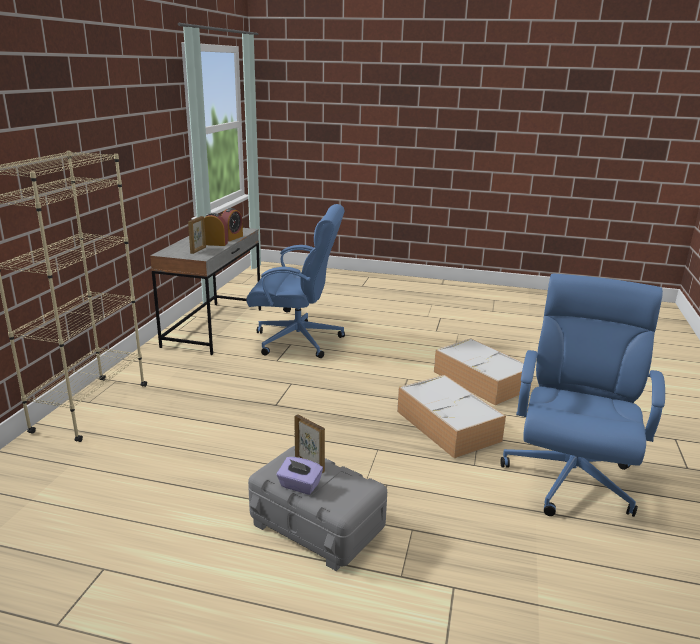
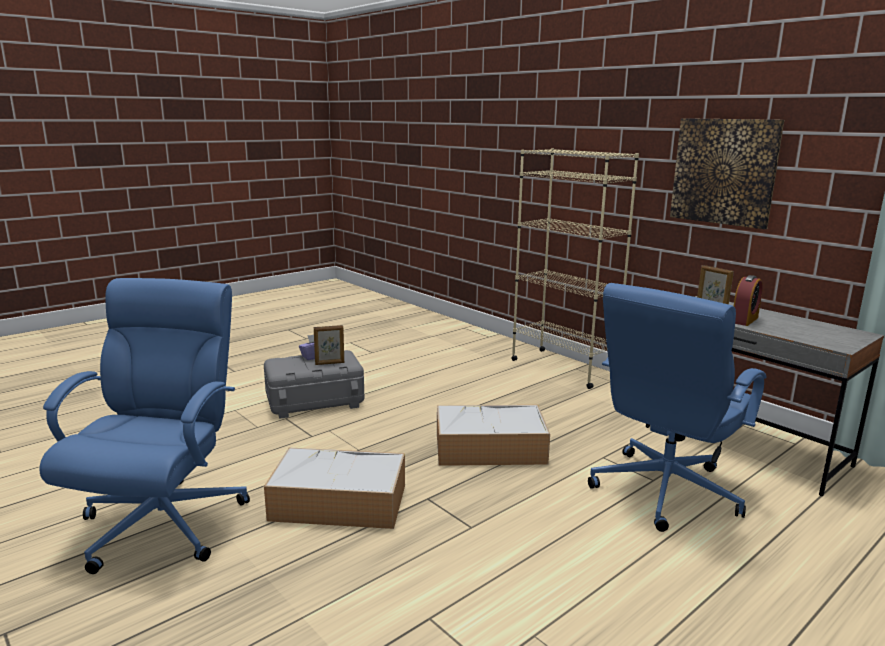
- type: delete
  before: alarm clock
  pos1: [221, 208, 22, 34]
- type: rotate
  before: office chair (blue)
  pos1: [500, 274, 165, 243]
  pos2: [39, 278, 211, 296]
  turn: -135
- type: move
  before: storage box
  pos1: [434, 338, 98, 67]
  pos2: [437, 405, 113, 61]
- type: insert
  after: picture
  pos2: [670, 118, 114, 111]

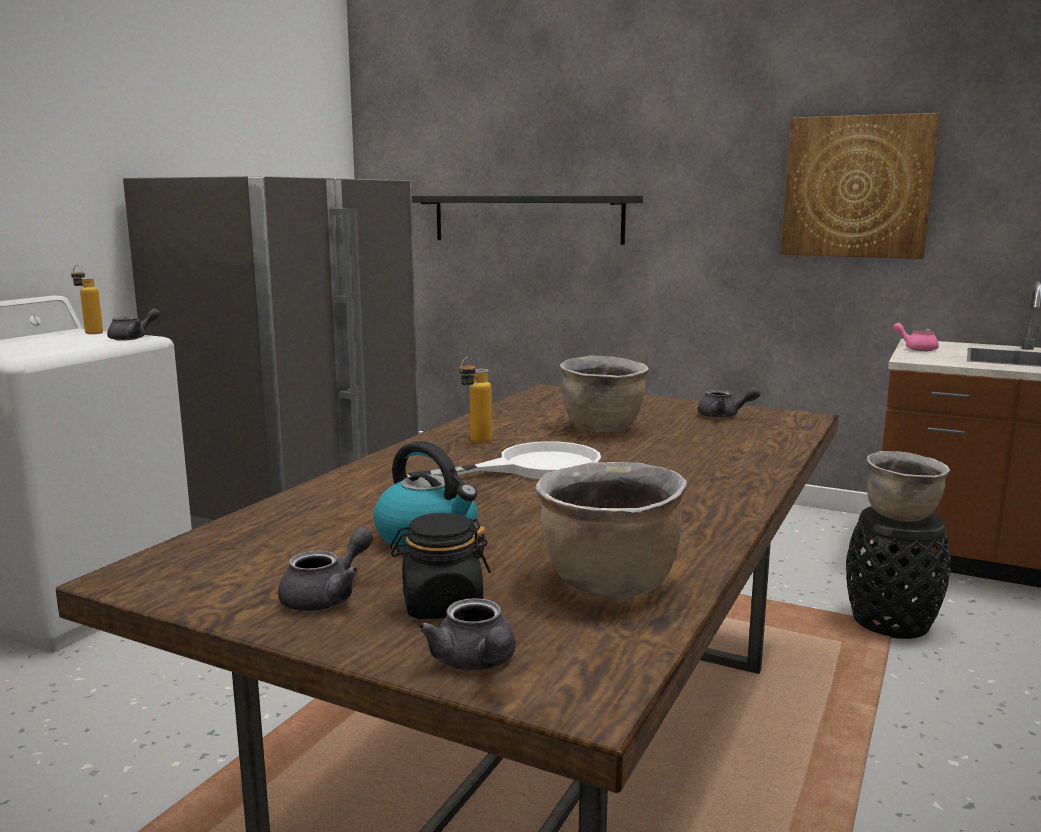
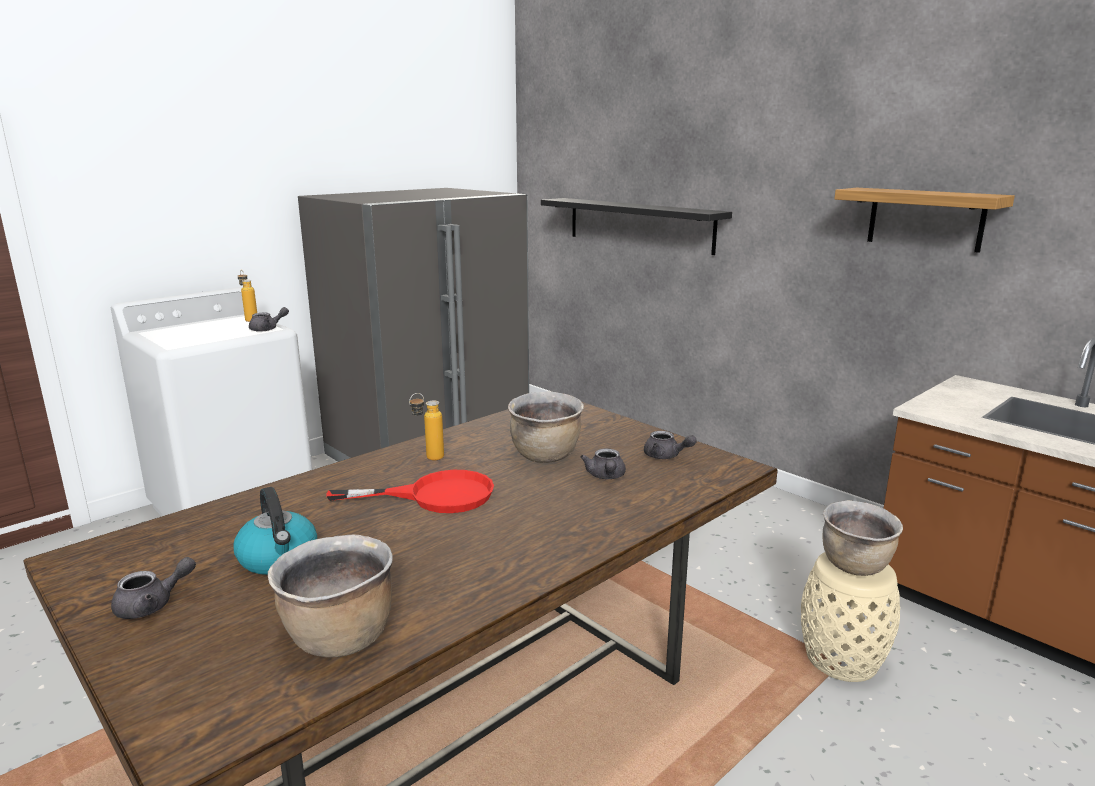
- type: replace
  before: picture
  after: shelf
  pos1: [780, 113, 160, 146]
  pos2: [834, 188, 181, 65]
- type: delete
  before: teapot (pink)
  pos1: [893, 323, 46, 28]
- type: recolor
  before: frying pan (white)
  after: frying pan (red)
  pos1: [407, 441, 194, 38]
  pos2: [326, 470, 168, 43]
- type: recolor
  before: stool (black)
  after: stool (beige)
  pos1: [846, 506, 105, 133]
  pos2: [801, 552, 99, 130]
- type: delete
  before: jar (black)
  pos1: [390, 513, 101, 106]
- type: move
  before: teapot (grey)
  pos1: [418, 598, 98, 73]
  pos2: [580, 448, 46, 31]

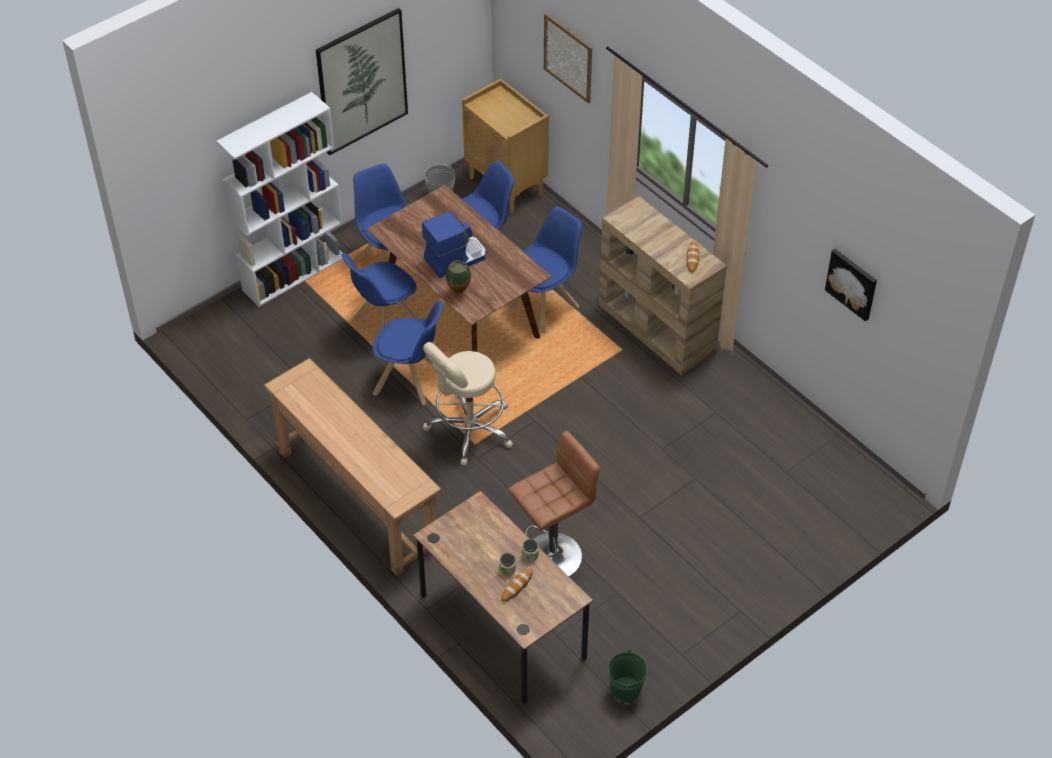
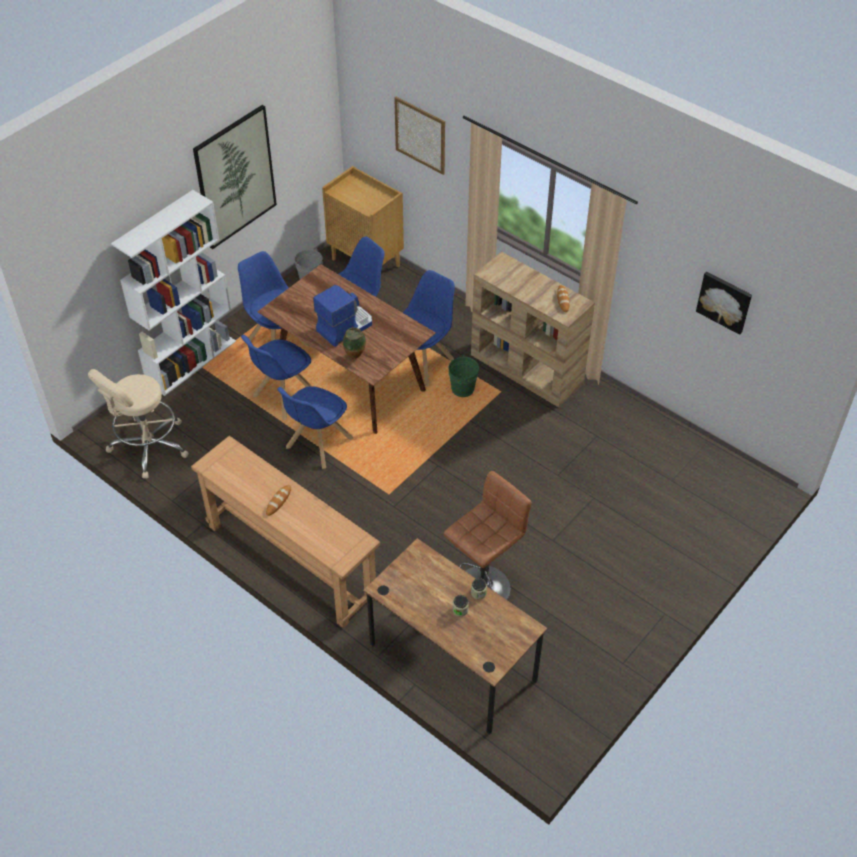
- type: rotate
  before: chair (blue)
  pos1: [373, 300, 70, 105]
  pos2: [277, 386, 76, 83]
  turn: 120
- type: move
  before: stool (beige)
  pos1: [423, 342, 90, 124]
  pos2: [88, 369, 101, 110]
- type: move
  before: bread
  pos1: [501, 569, 32, 33]
  pos2: [266, 485, 25, 31]
- type: move
  before: bucket (green)
  pos1: [608, 649, 40, 54]
  pos2: [448, 355, 31, 42]

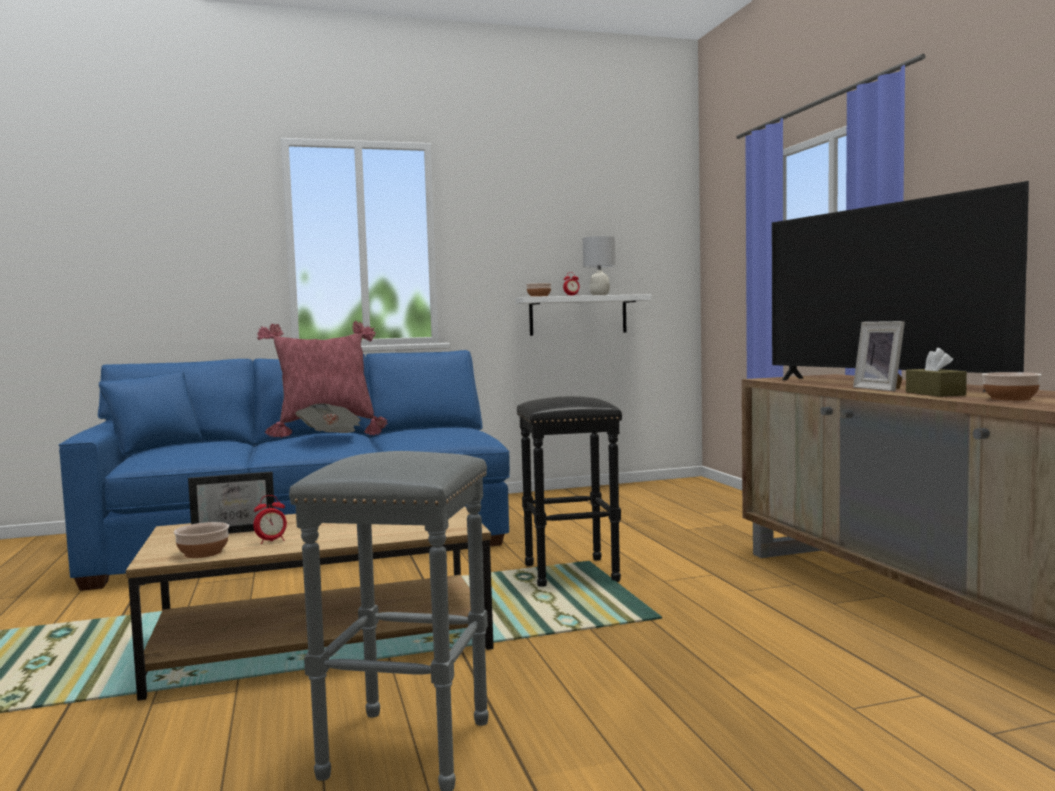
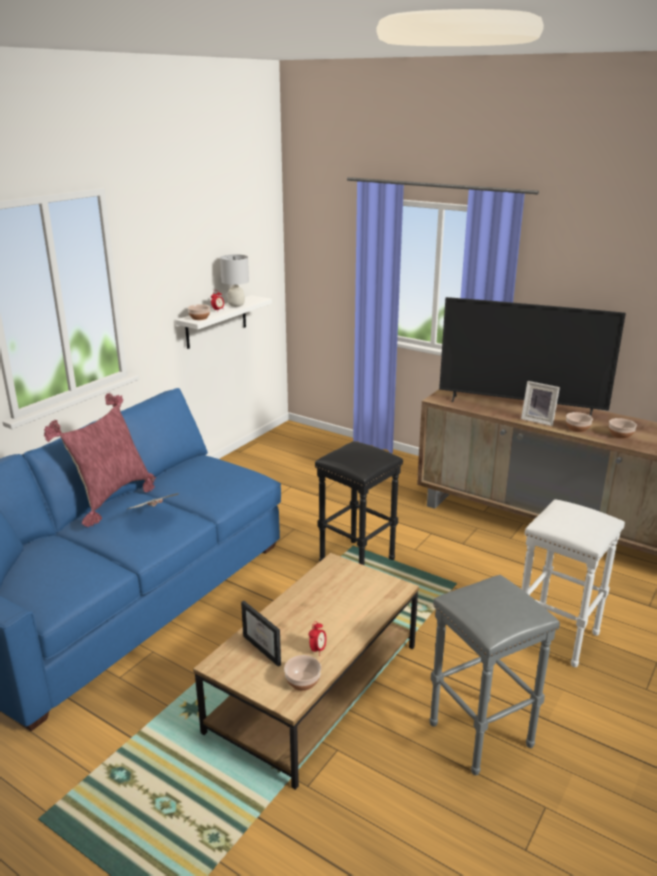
- type: replace
  before: tissue box (brown)
  after: bowl
  pos1: [906, 348, 61, 49]
  pos2: [566, 412, 27, 20]
- type: rotate
  before: picture frame
  pos1: [188, 471, 87, 63]
  pos2: [241, 601, 40, 66]
  turn: 105
- type: insert
  after: stool (white)
  pos2: [522, 499, 103, 168]

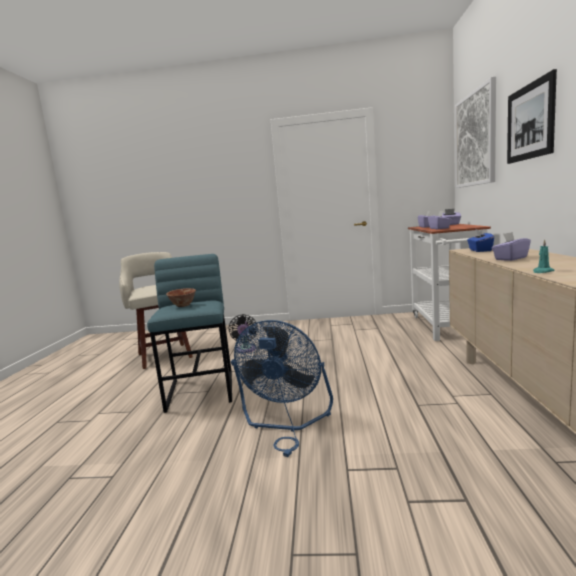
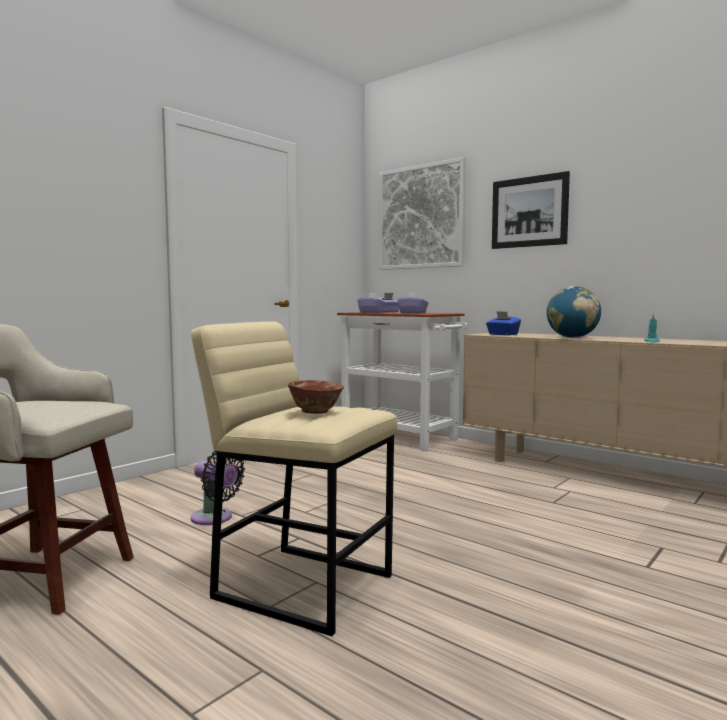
- type: replace
  before: tissue box (purple)
  after: globe
  pos1: [492, 232, 39, 29]
  pos2: [547, 286, 54, 52]
- type: recolor
  before: stool (blue)
  after: stool (beige)
  pos1: [147, 254, 85, 159]
  pos2: [191, 321, 206, 315]
- type: delete
  before: fan (blue)
  pos1: [231, 320, 102, 137]

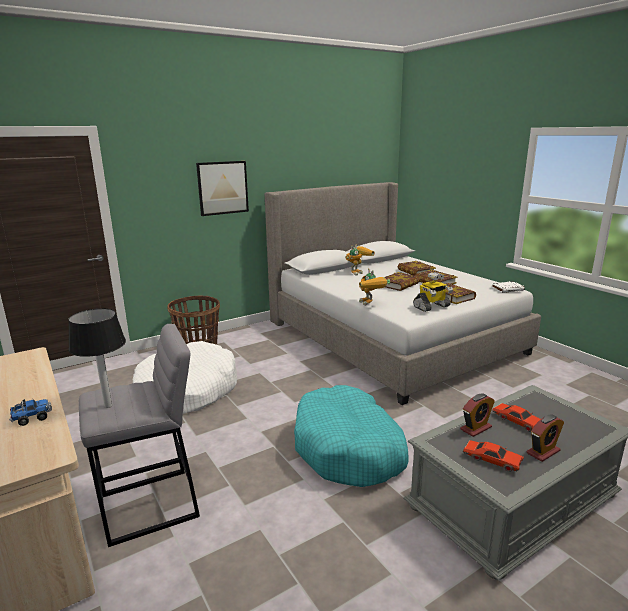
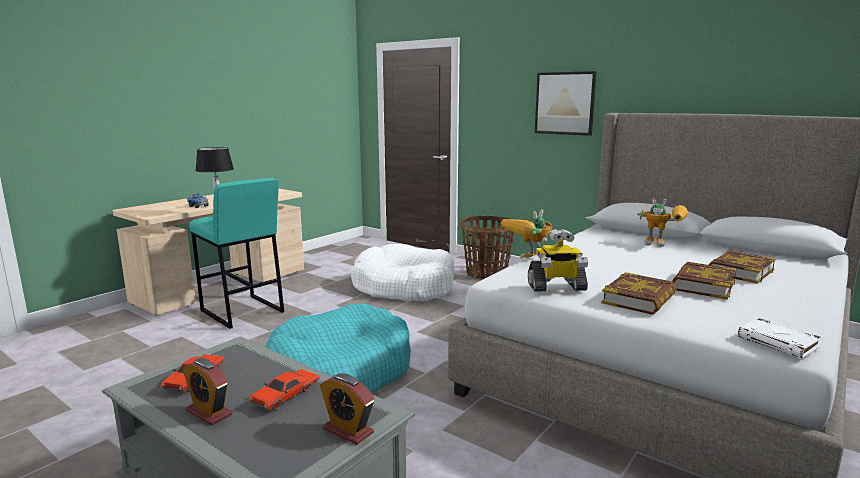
- type: delete
  before: book
  pos1: [384, 272, 36, 19]
- type: rotate
  before: toy robot
  pos1: [413, 272, 40, 40]
  pos2: [528, 229, 60, 63]
  turn: -45
- type: recolor
  before: stool (grey)
  after: stool (turquoise)
  pos1: [79, 324, 121, 223]
  pos2: [189, 178, 95, 151]
- type: move
  before: alarm clock
  pos1: [461, 393, 34, 44]
  pos2: [320, 373, 54, 72]

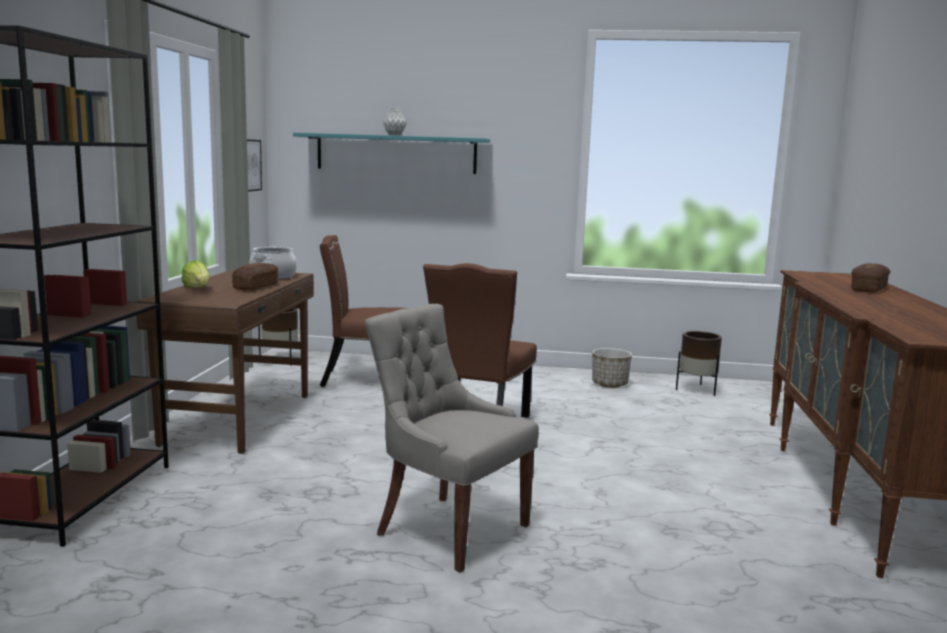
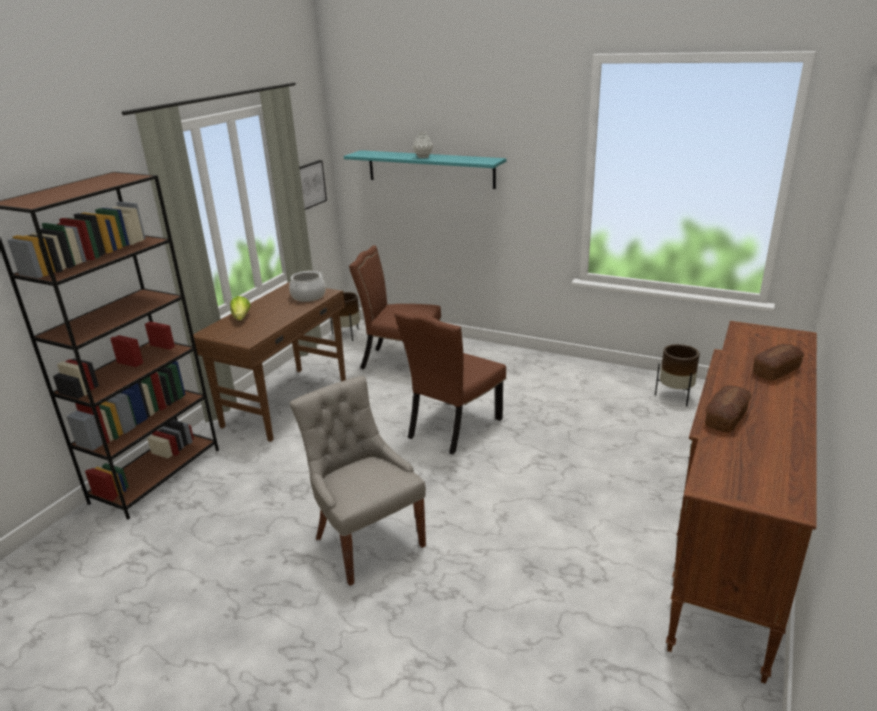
- type: move
  before: bread
  pos1: [232, 263, 46, 27]
  pos2: [705, 385, 46, 47]
- type: delete
  before: planter
  pos1: [592, 348, 40, 40]

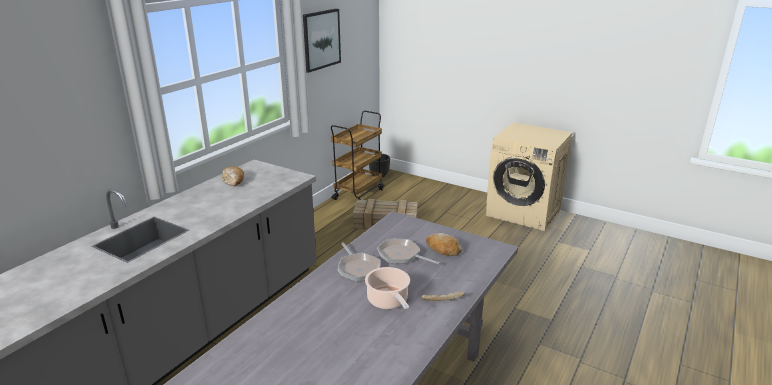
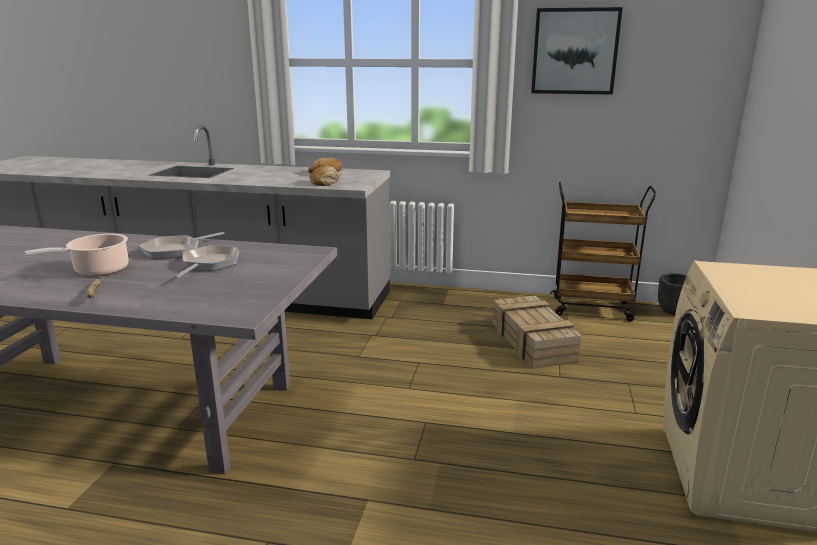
- type: move
  before: bread
  pos1: [426, 233, 36, 23]
  pos2: [309, 166, 31, 20]

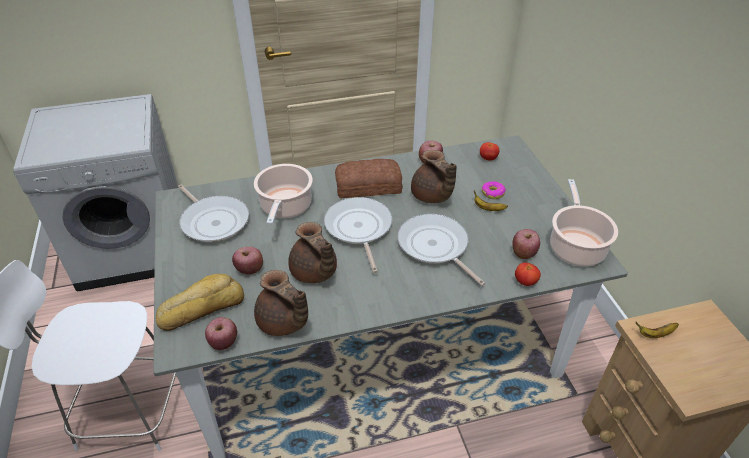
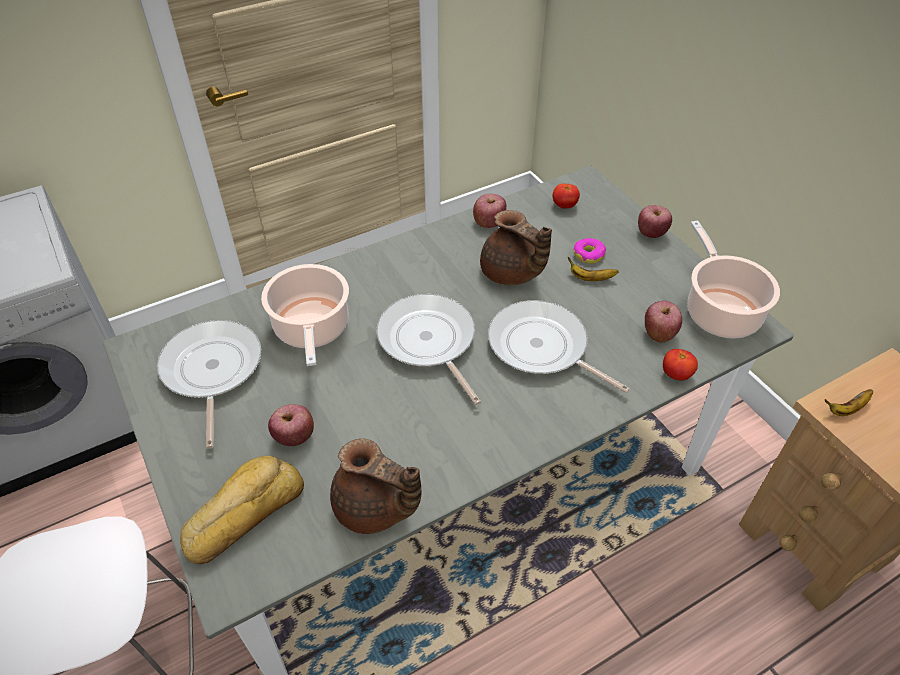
- type: delete
  before: bread
  pos1: [335, 159, 68, 39]
- type: rotate
  before: frying pan
  pos1: [178, 185, 71, 57]
  pos2: [157, 320, 104, 129]
  turn: -135
- type: delete
  before: teapot (brown)
  pos1: [288, 222, 49, 61]
- type: move
  before: apple
  pos1: [205, 317, 32, 33]
  pos2: [638, 205, 34, 33]

